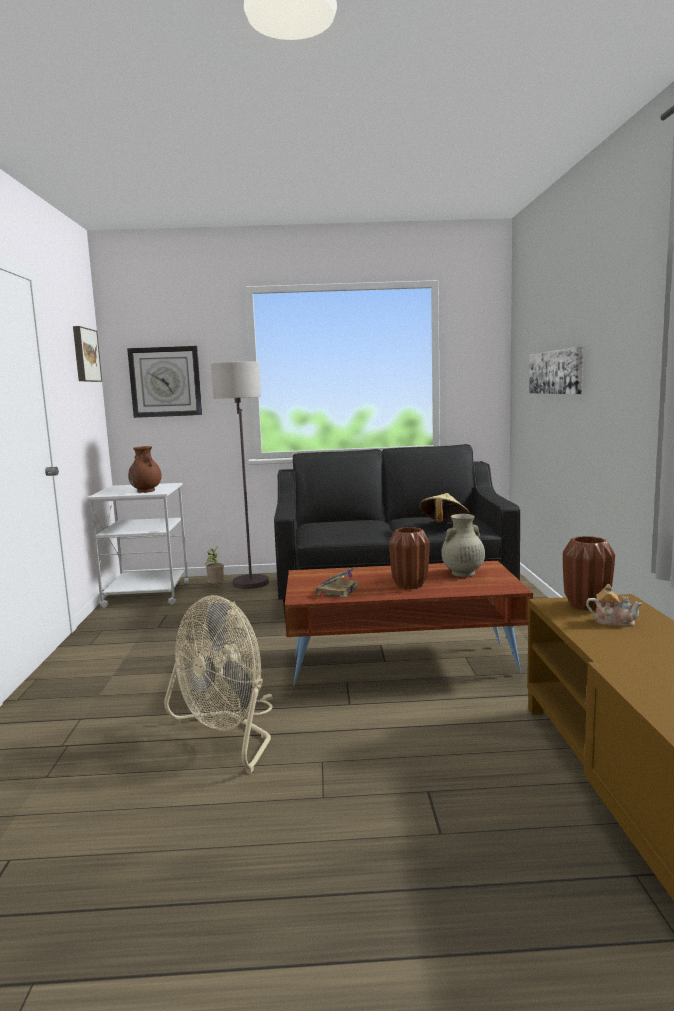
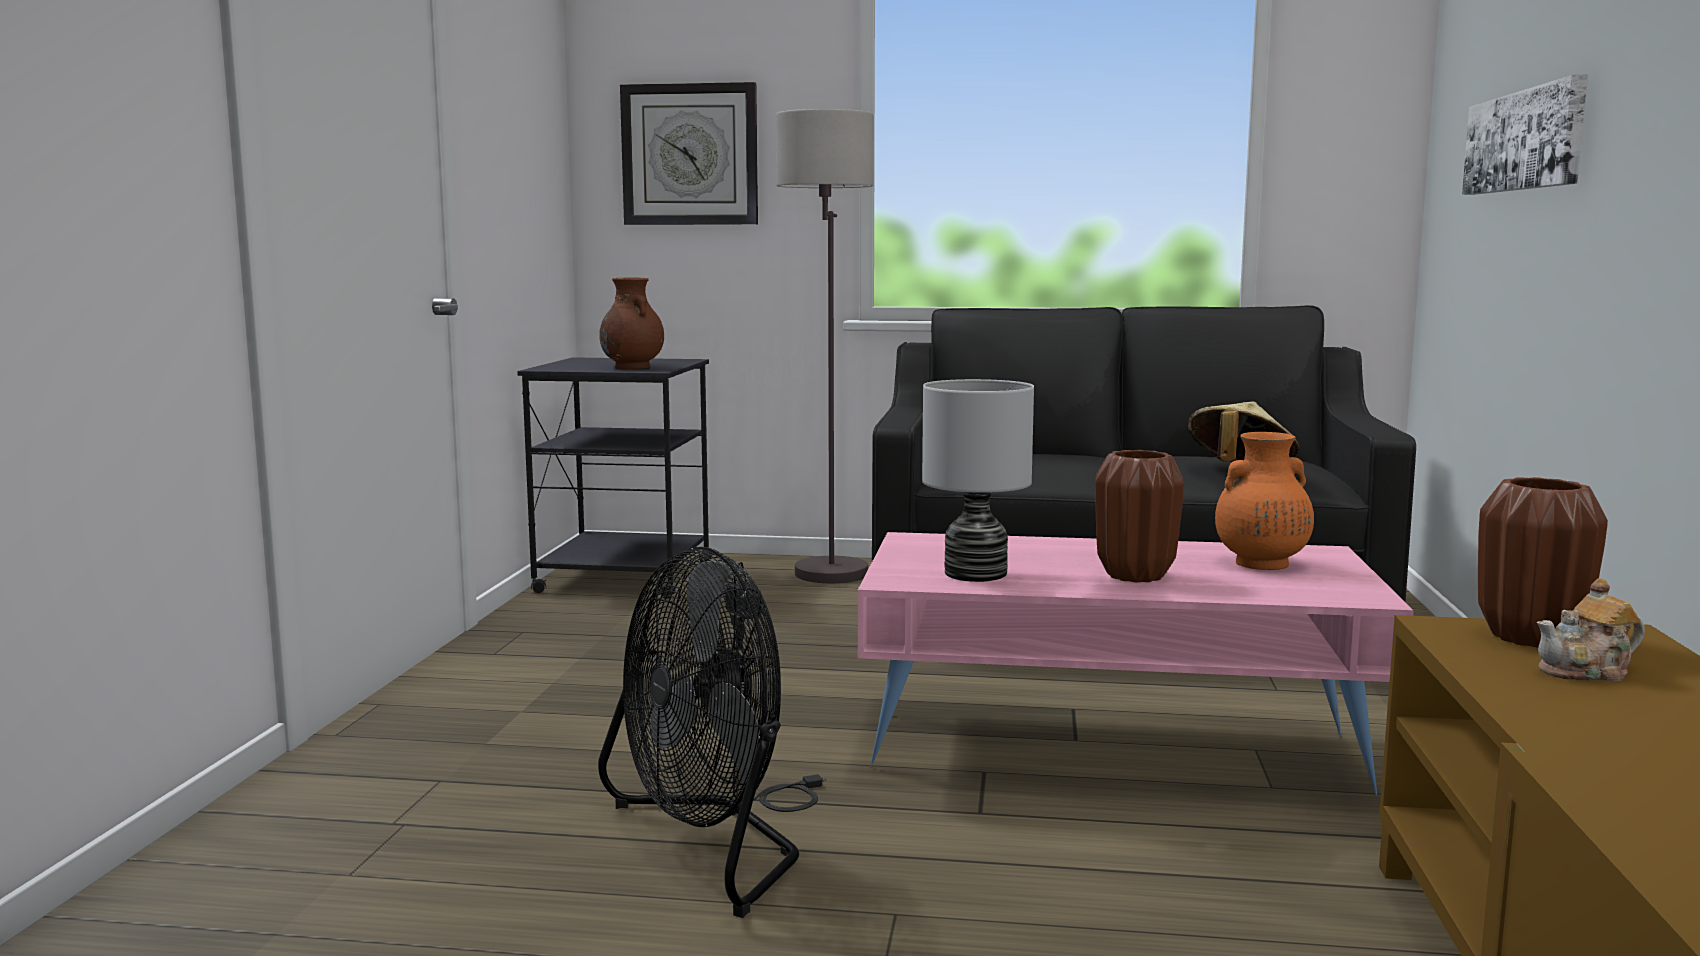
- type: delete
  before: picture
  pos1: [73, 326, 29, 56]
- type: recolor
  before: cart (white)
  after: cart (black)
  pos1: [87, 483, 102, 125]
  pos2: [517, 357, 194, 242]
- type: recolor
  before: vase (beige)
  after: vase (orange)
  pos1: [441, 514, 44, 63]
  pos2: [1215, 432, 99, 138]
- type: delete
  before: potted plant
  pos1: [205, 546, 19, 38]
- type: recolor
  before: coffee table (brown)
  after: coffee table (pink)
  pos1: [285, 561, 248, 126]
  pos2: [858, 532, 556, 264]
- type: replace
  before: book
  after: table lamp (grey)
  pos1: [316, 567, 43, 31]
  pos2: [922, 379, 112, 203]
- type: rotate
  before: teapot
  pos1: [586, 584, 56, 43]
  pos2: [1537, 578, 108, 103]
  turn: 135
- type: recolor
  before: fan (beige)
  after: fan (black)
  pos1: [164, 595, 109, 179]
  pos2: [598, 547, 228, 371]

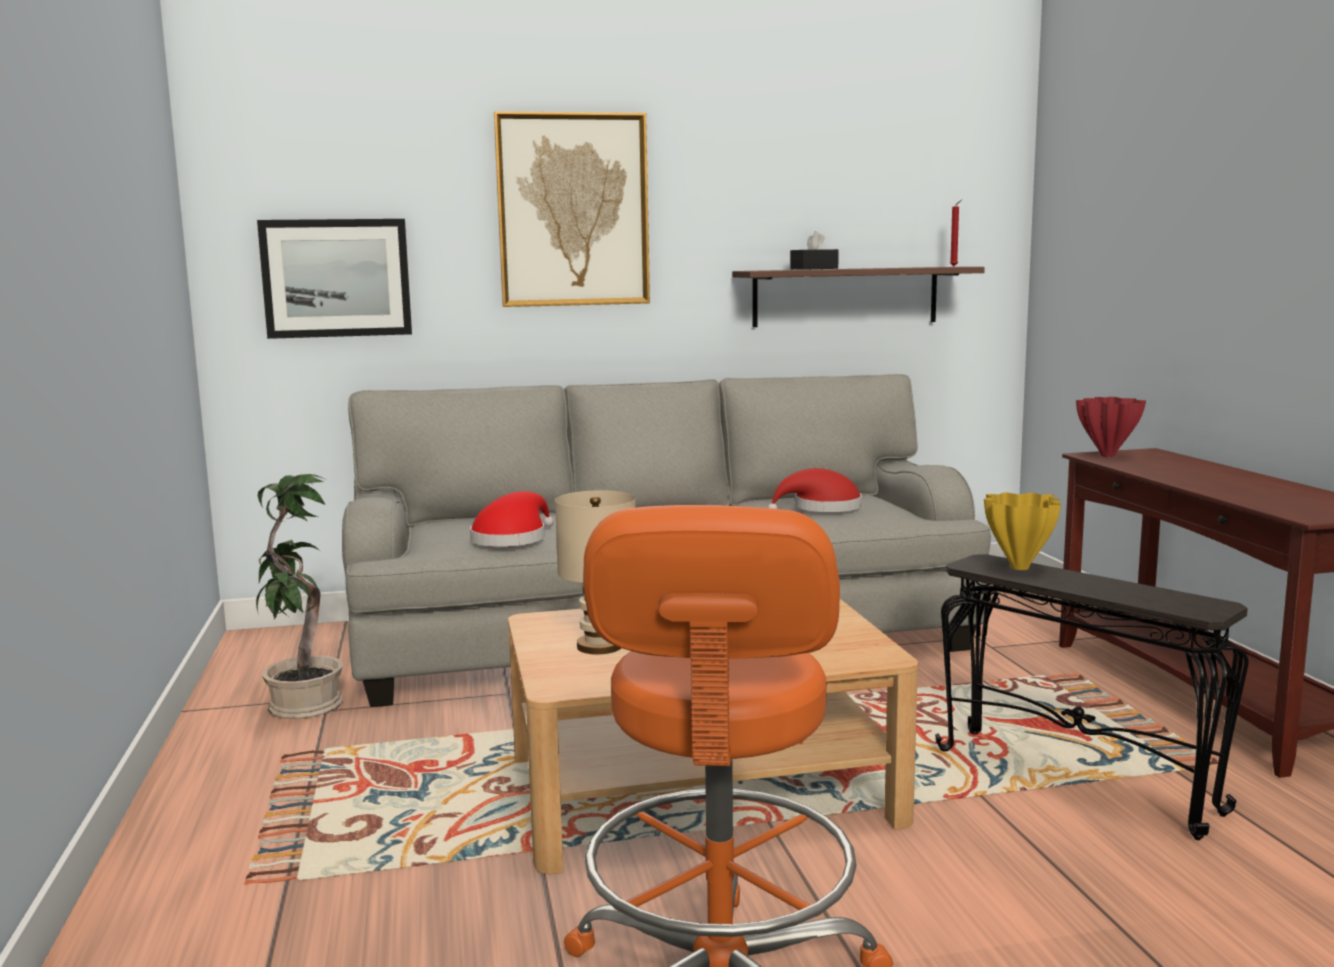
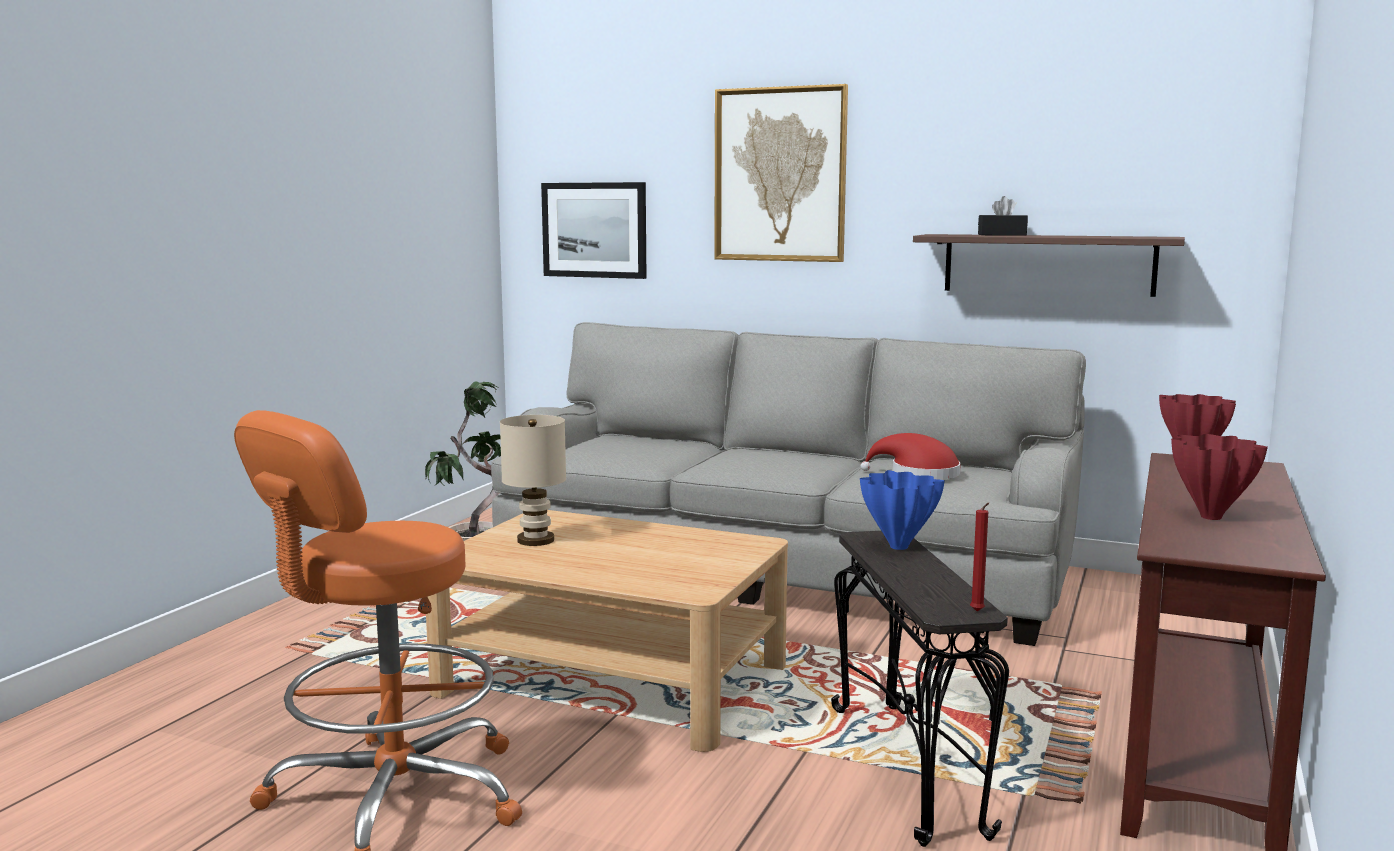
- type: move
  before: candle (red)
  pos1: [950, 200, 12, 66]
  pos2: [970, 502, 19, 109]
- type: delete
  before: hat (red)
  pos1: [470, 491, 84, 56]
- type: recolor
  before: vase (yellow)
  after: vase (blue)
  pos1: [984, 492, 77, 78]
  pos2: [860, 470, 85, 80]
- type: insert
  after: vase (red)
  pos2: [1171, 434, 97, 86]

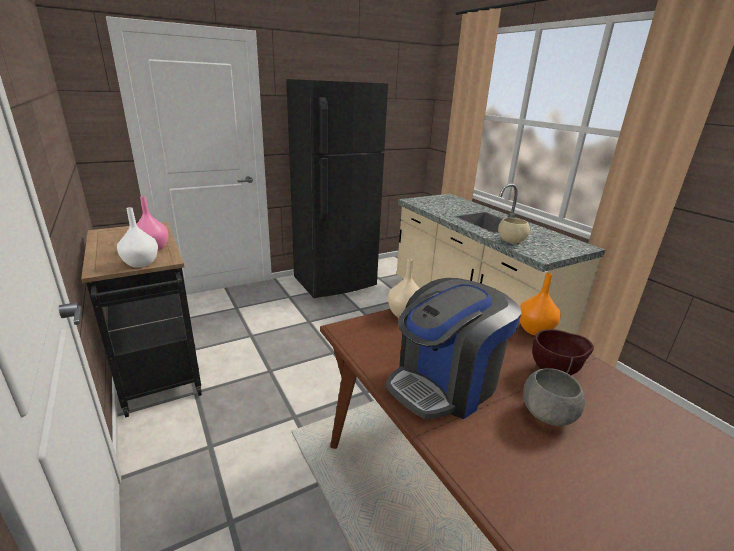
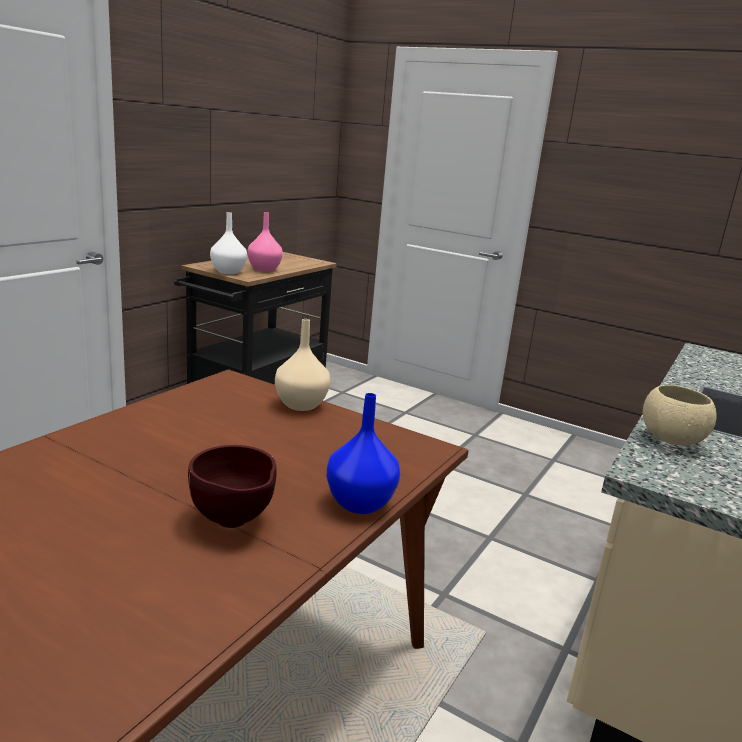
- type: delete
  before: fridge (black)
  pos1: [286, 79, 102, 219]
- type: recolor
  before: vase (orange)
  after: vase (blue)
  pos1: [520, 273, 41, 62]
  pos2: [326, 393, 74, 121]
- type: delete
  before: coffee machine
  pos1: [386, 278, 135, 141]
- type: delete
  before: bowl (grey)
  pos1: [523, 368, 62, 58]

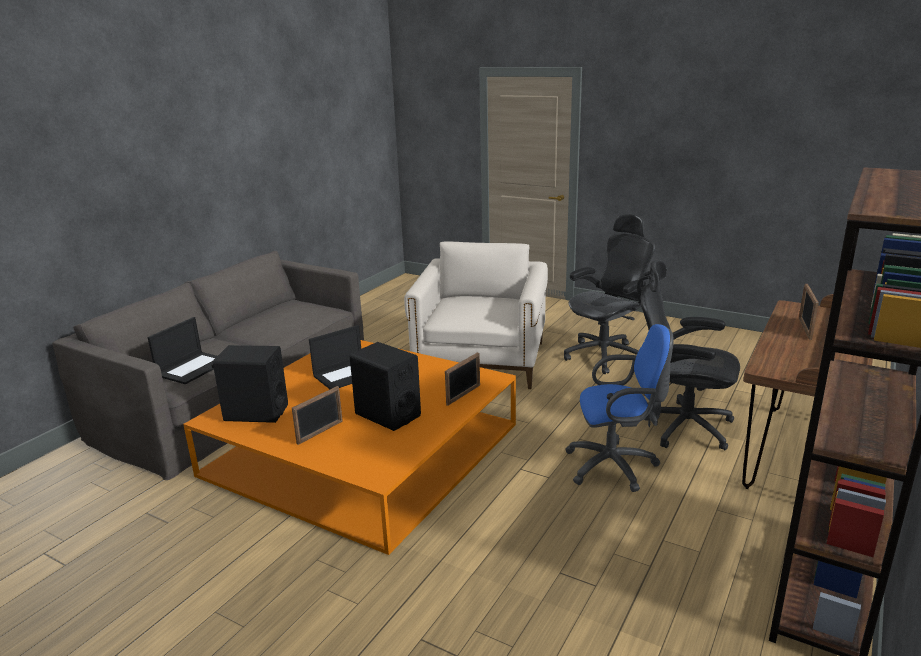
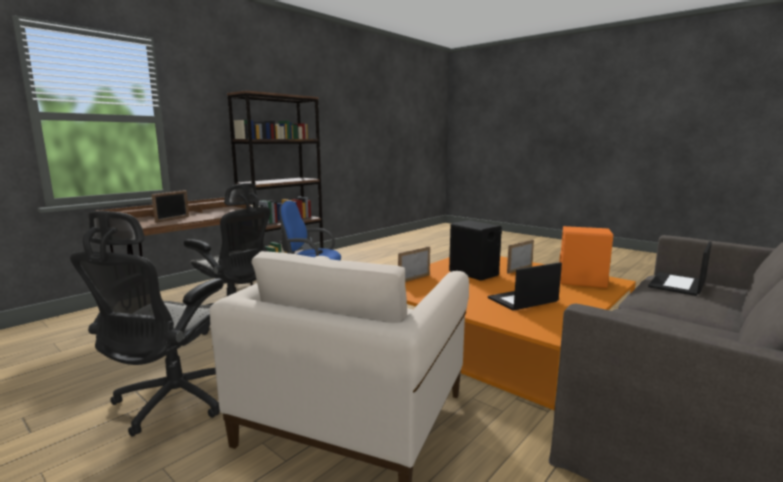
- type: rotate
  before: office chair
  pos1: [564, 214, 91, 160]
  pos2: [70, 211, 153, 225]
  turn: -45
- type: recolor
  before: speaker (black)
  after: speaker (orange)
  pos1: [211, 345, 77, 78]
  pos2: [559, 226, 54, 62]

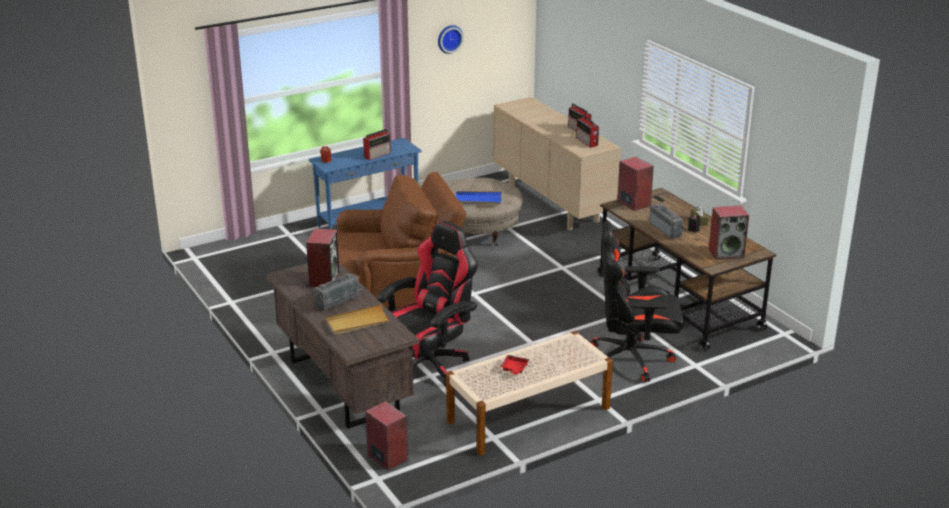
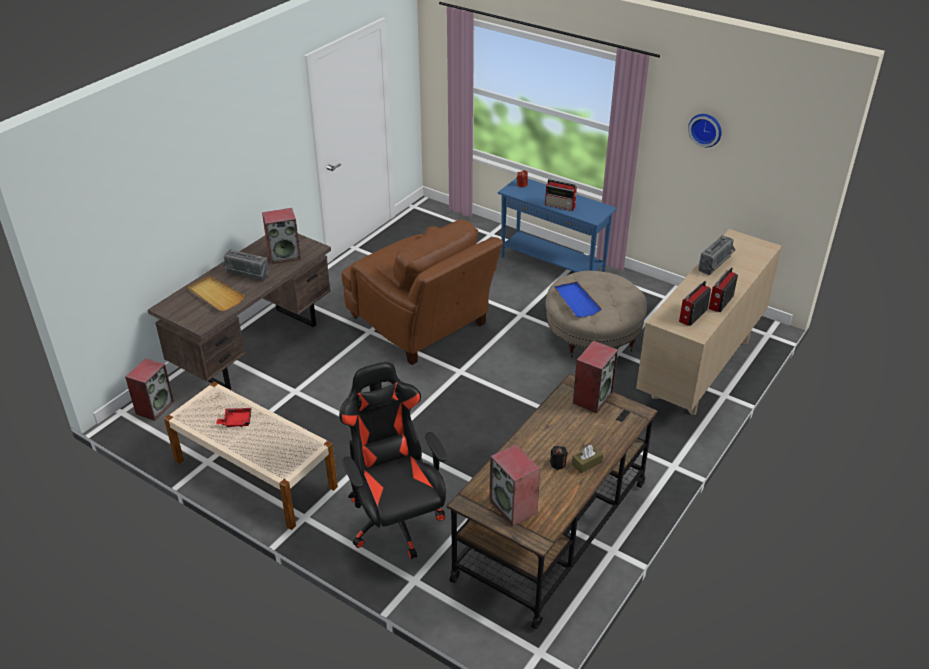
- type: move
  before: radio
  pos1: [649, 203, 37, 36]
  pos2: [698, 235, 38, 40]
- type: delete
  before: office chair (black)
  pos1: [377, 221, 101, 166]

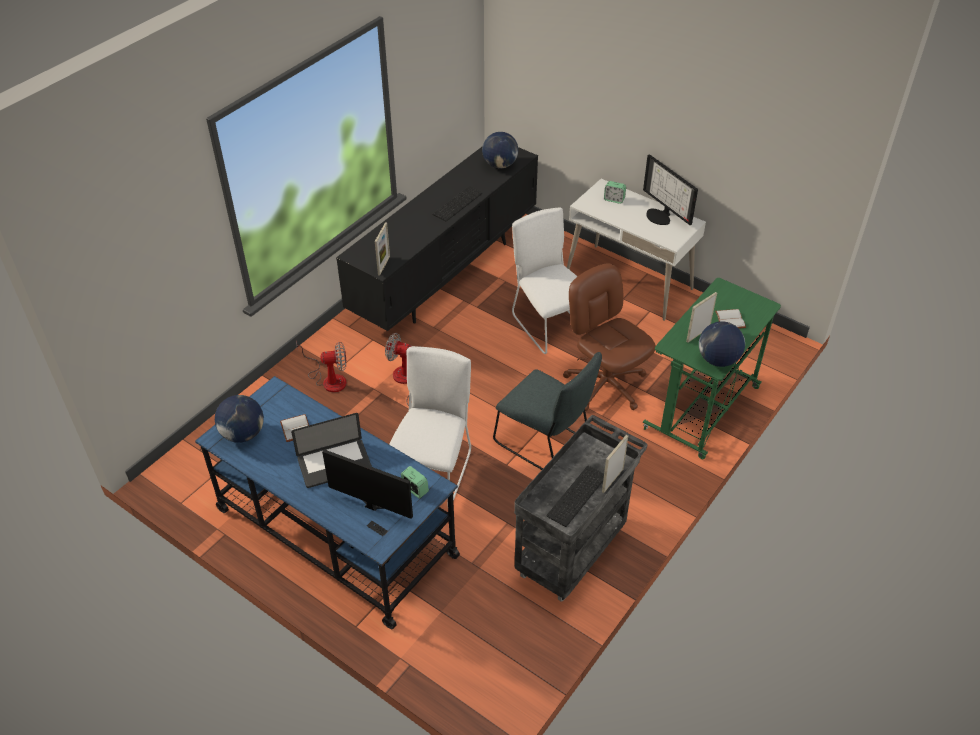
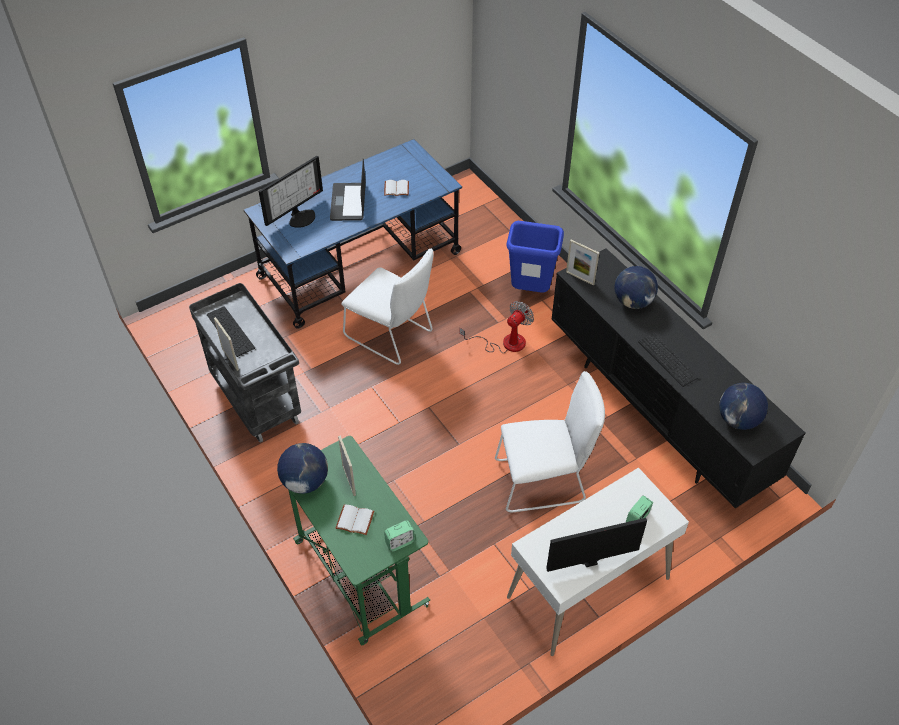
- type: delete
  before: office chair (brown)
  pos1: [563, 263, 93, 148]
- type: replace
  before: fan
  after: trash can (blue)
  pos1: [296, 341, 51, 51]
  pos2: [507, 221, 57, 72]
- type: delete
  before: chair (grey)
  pos1: [493, 352, 109, 118]
- type: move
  before: globe
  pos1: [215, 395, 49, 48]
  pos2: [614, 266, 44, 43]
- type: move
  before: alarm clock
  pos1: [401, 466, 28, 33]
  pos2: [384, 520, 31, 32]

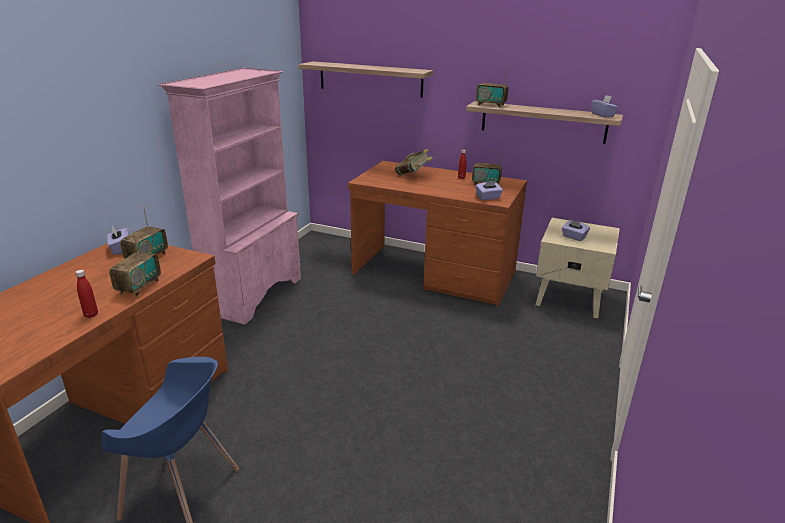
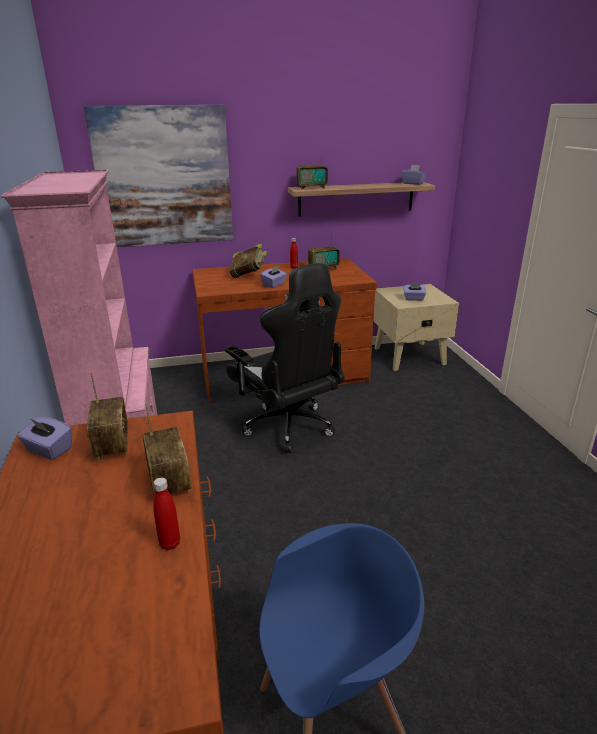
- type: replace
  before: shelf
  after: picture
  pos1: [299, 61, 135, 37]
  pos2: [84, 105, 149, 142]
- type: move
  before: tissue box (purple)
  pos1: [476, 181, 27, 19]
  pos2: [261, 266, 26, 22]
- type: insert
  after: office chair (black)
  pos2: [225, 263, 119, 190]

